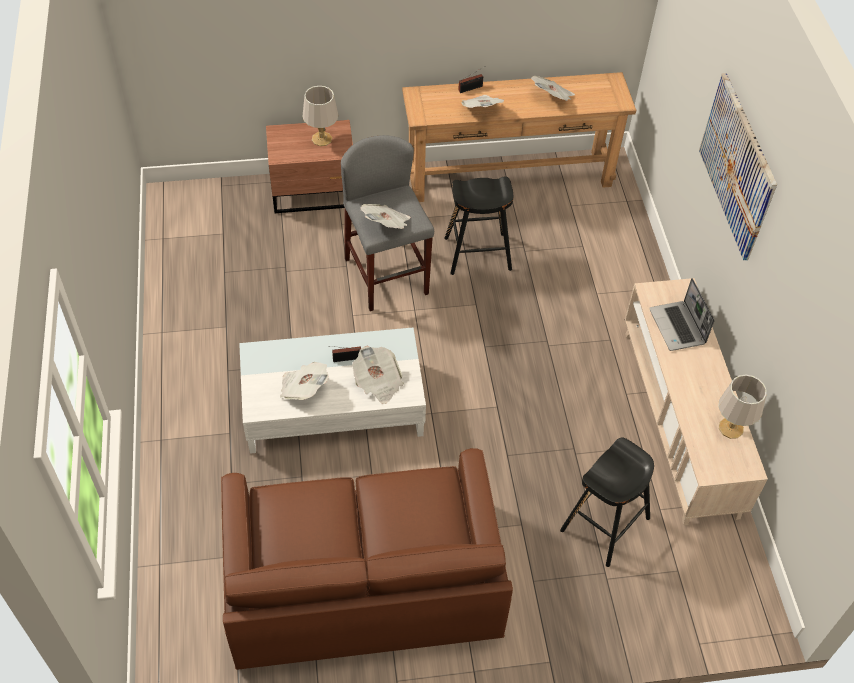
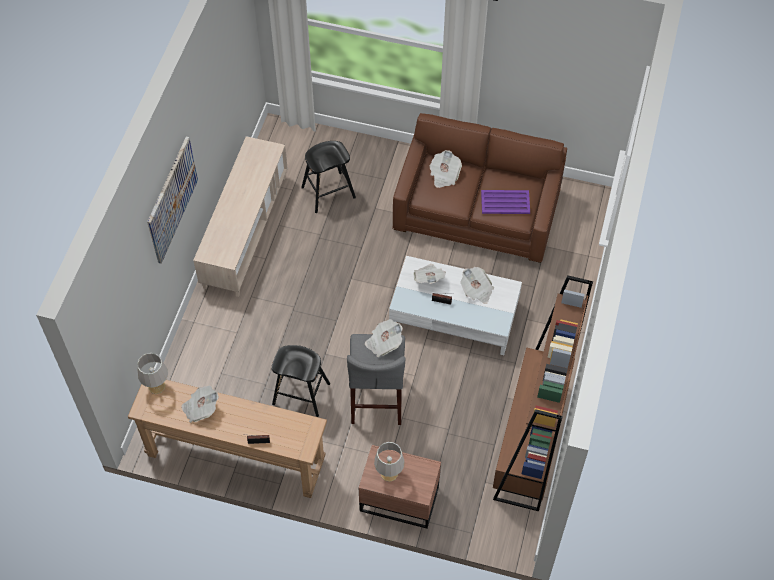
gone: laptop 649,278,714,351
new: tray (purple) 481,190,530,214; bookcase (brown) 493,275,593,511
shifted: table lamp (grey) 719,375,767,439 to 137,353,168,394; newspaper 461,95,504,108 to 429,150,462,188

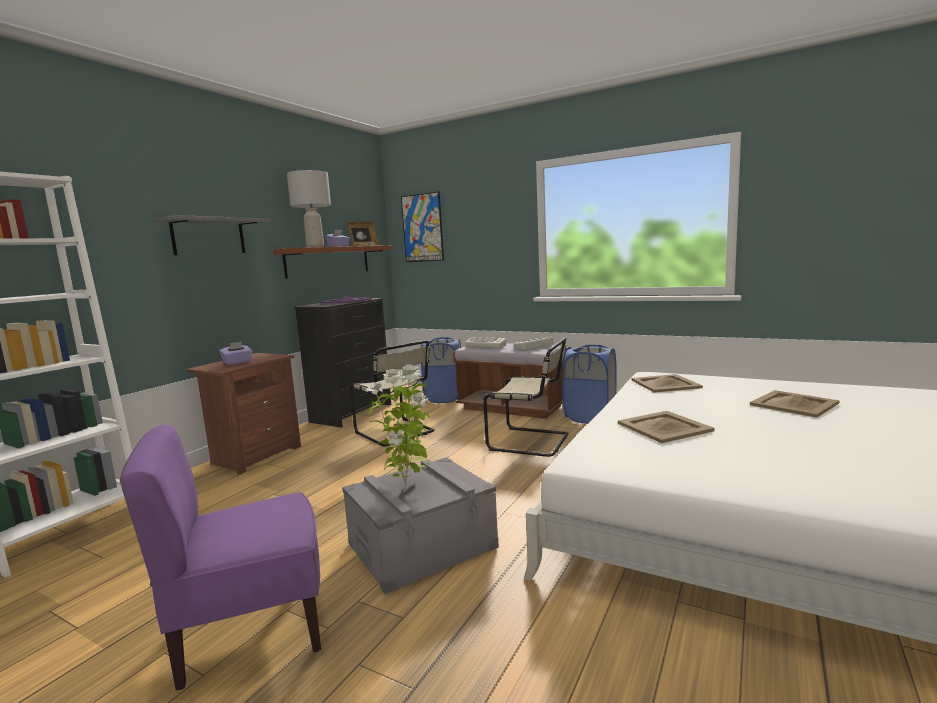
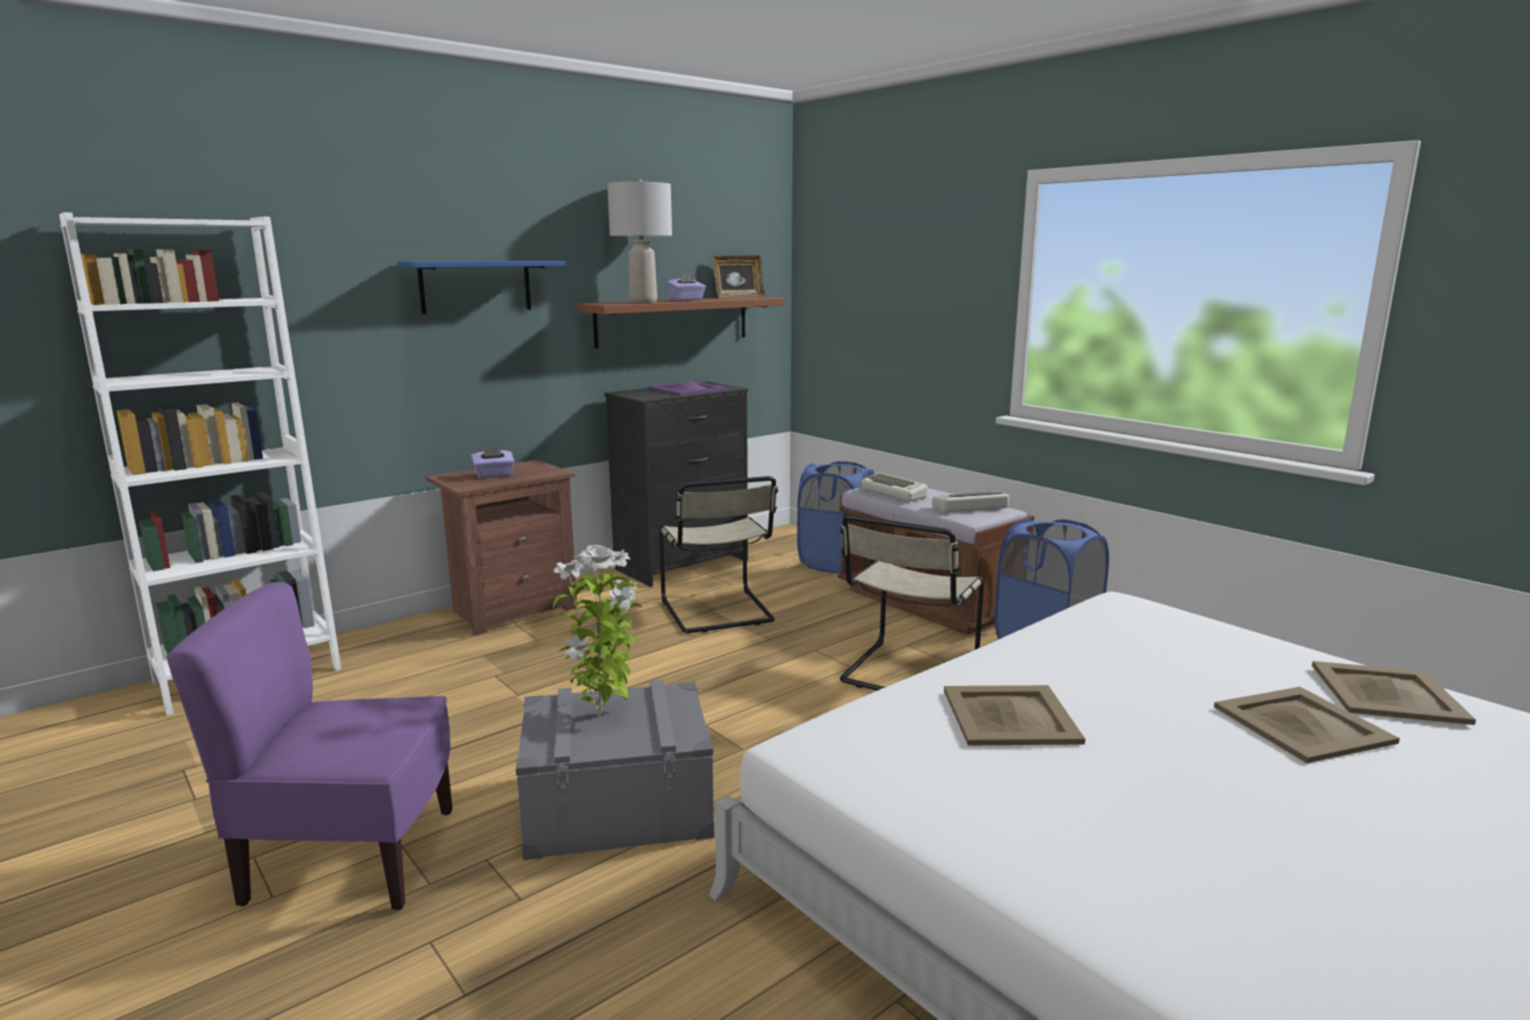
gone: picture 401,192,444,262
shifted: tray (beige) 631,374,703,393 to 1312,661,1476,725
repainted: shelf (grey) 155,215,271,255 to shelf (blue) 397,261,565,314
rotated: chair (beige) 483,338,569,457 = 840,515,984,691 75 degrees clockwise

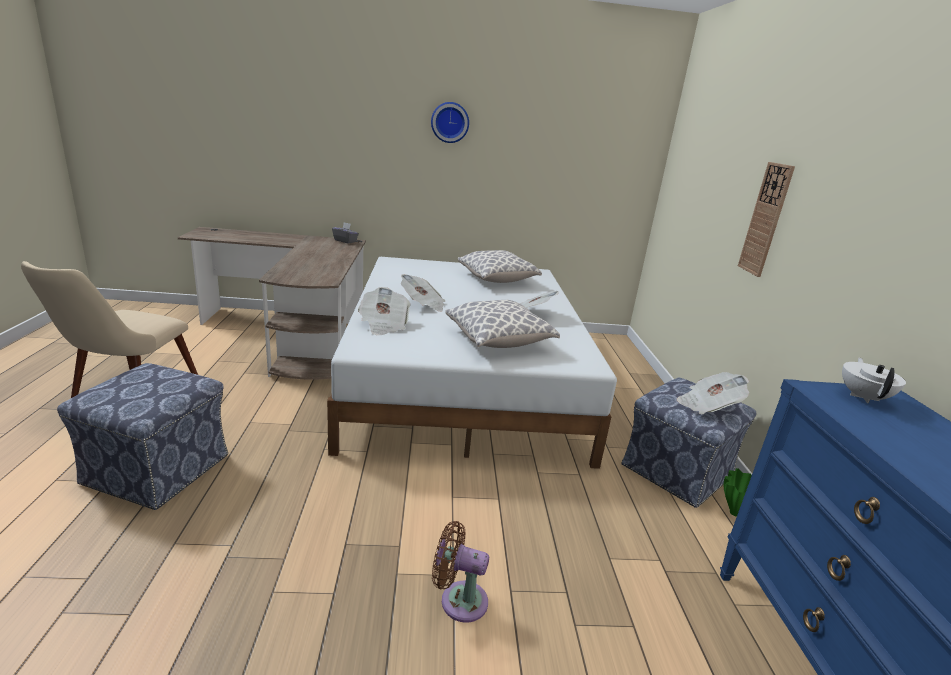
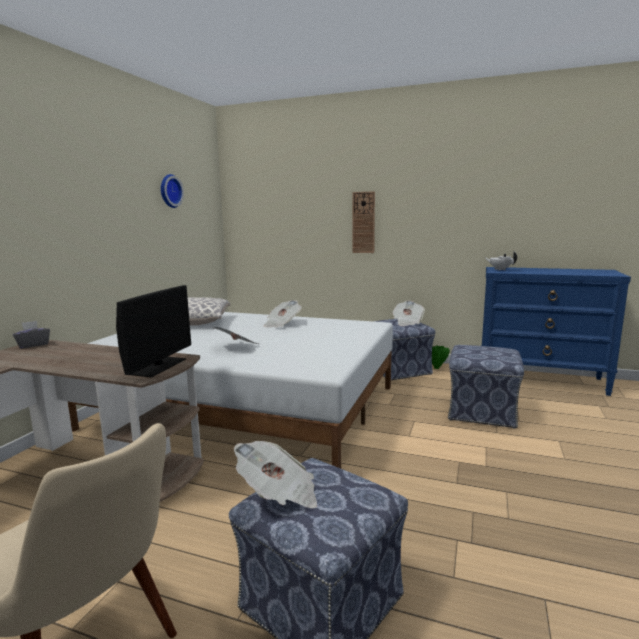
gone: fan (brown) 432,521,489,623; pillow 446,300,560,348
new: monitor 116,285,191,377; ottoman 448,345,524,429
shifted: wall clock 431,102,469,143 to 161,174,184,208; newspaper 358,287,411,335 to 234,441,317,508

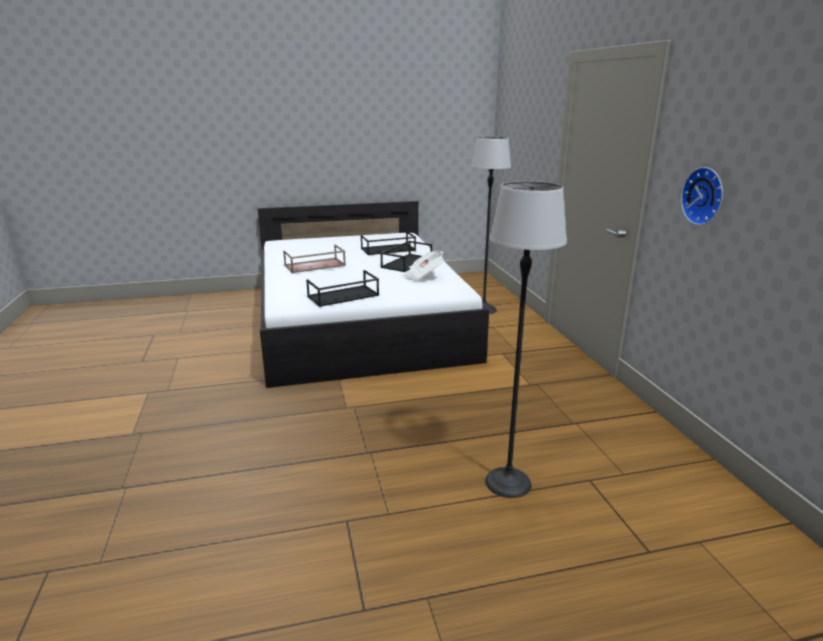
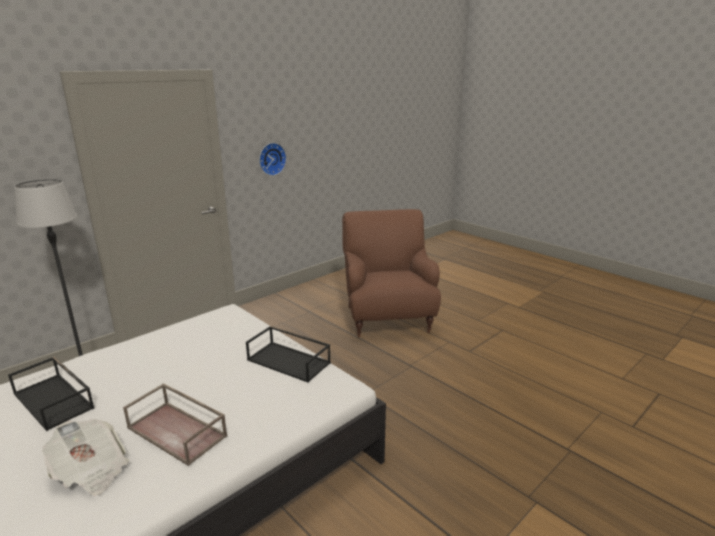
gone: tray (black) 380,241,432,272
shifted: newspaper 401,251,444,280 to 42,419,129,495
swapped: floor lamp 485,181,567,498 to armchair (brown) 342,209,441,338

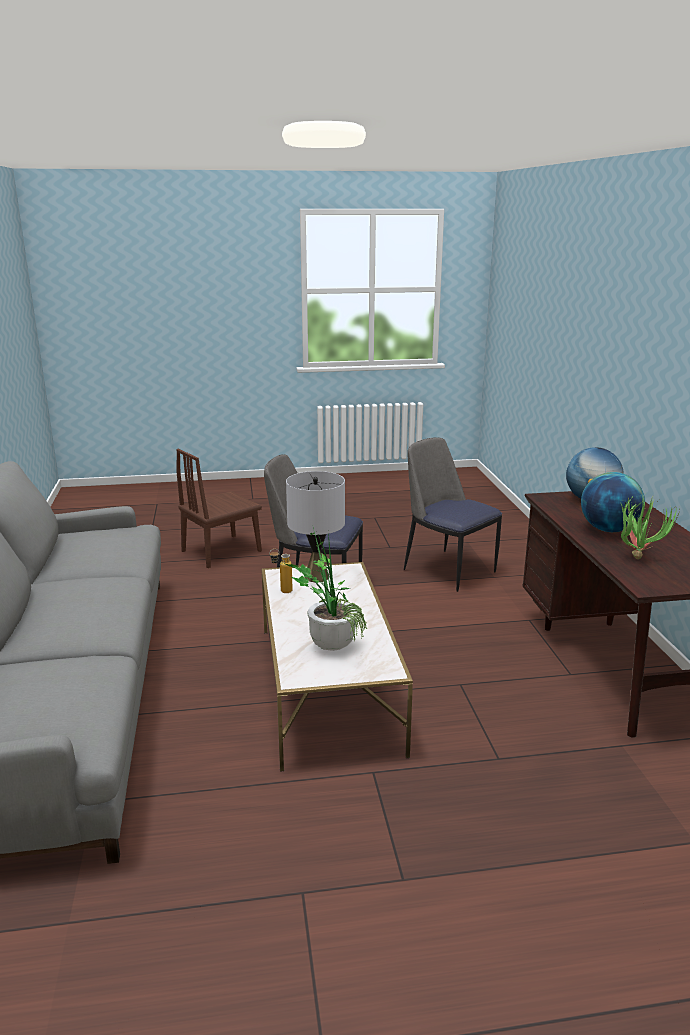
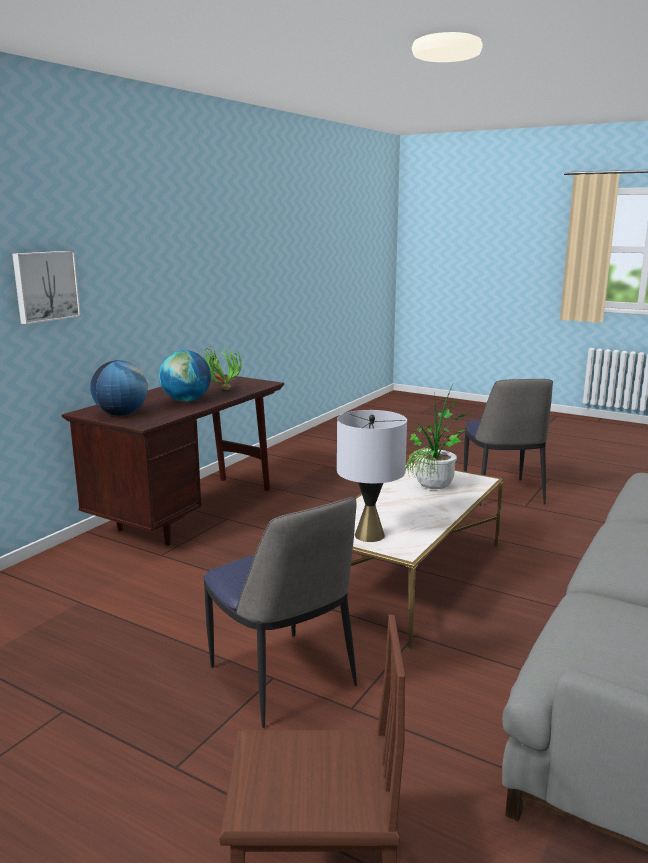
gone: bottle 269,549,293,593
new: picture 12,251,81,324
shifted: chair 404,437,502,592 to 464,379,553,506

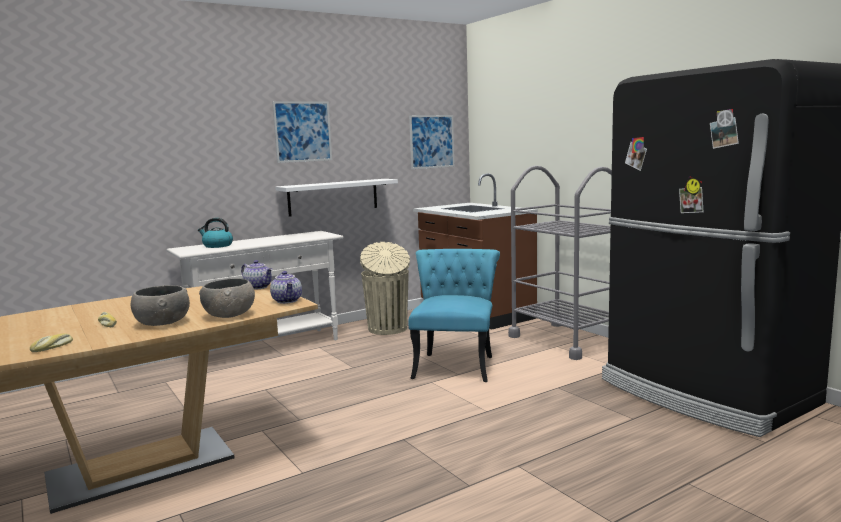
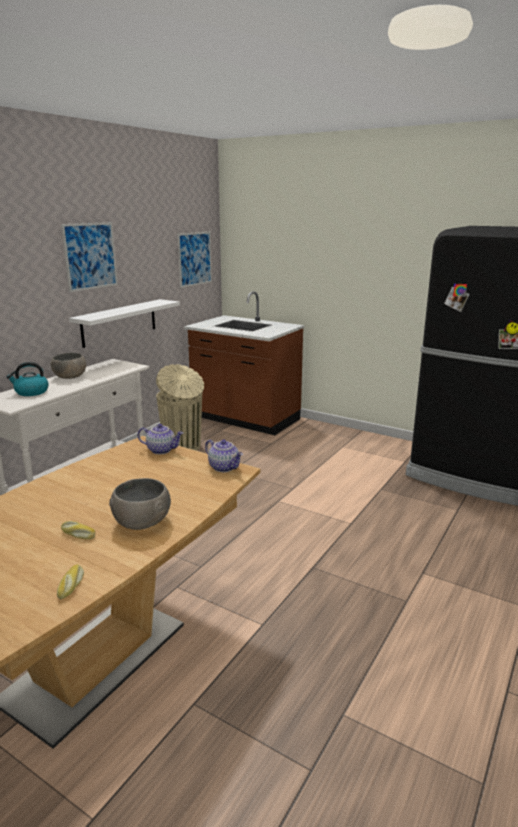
gone: chair (turquoise) 409,249,500,382; cart (grey) 508,166,612,360
shifted: bowl (grey) 199,278,255,318 to 50,353,86,379

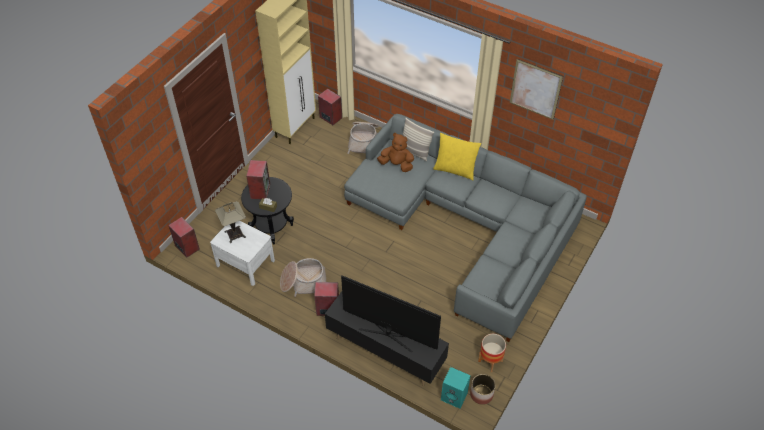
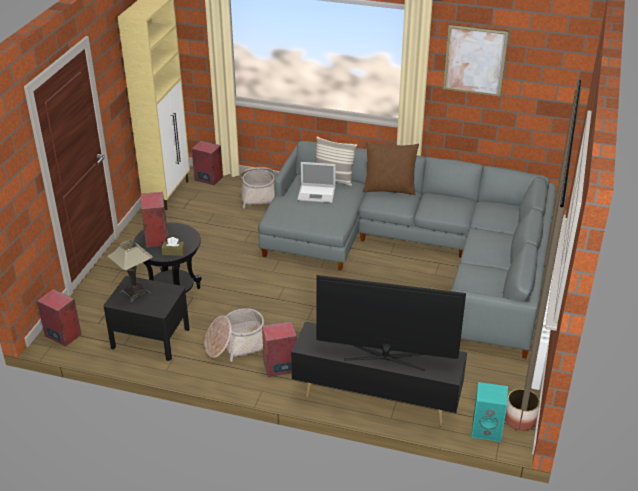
gone: planter 478,334,506,372
swapped: plush toy (brown) 377,133,414,172 to laptop 297,162,336,203
repainted: nightstand (white) 210,221,275,286 to nightstand (black) 104,276,190,361; pillow (yellow) 433,133,481,180 to pillow (brown) 363,142,419,195

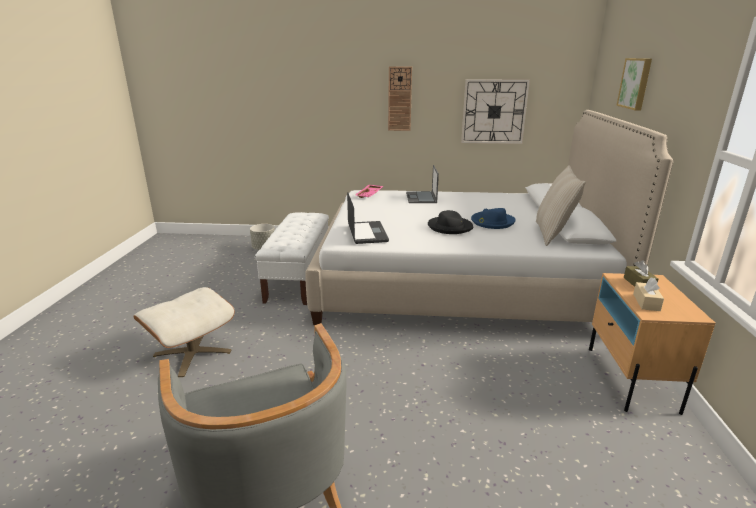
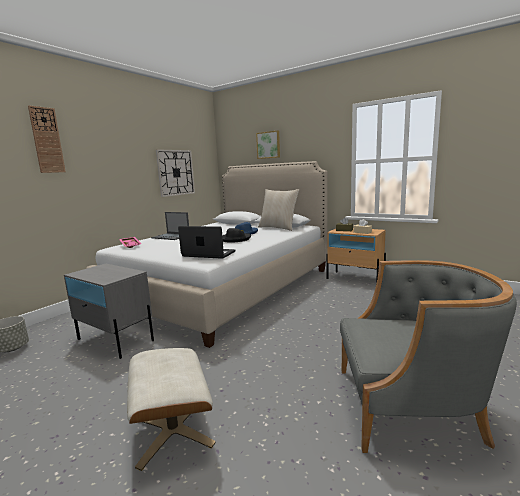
shifted: wall clock 388,66,412,131 to 28,105,66,173
swapped: bench (white) 255,212,329,305 to nightstand (grey) 64,264,154,359

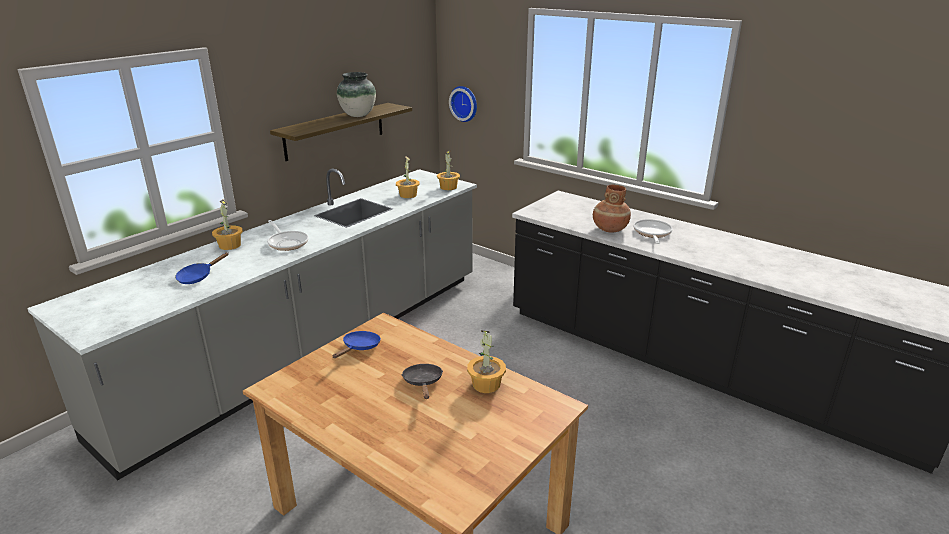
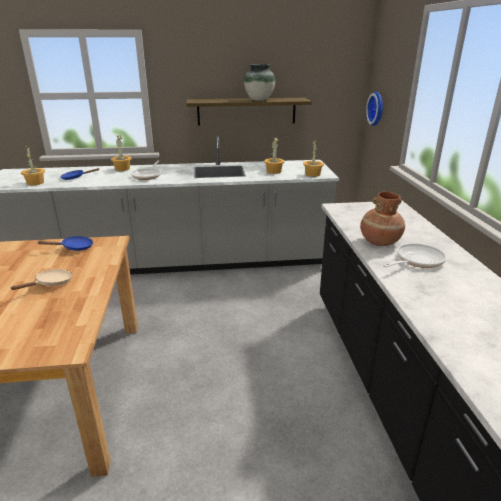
shifted: potted plant 467,330,506,393 to 21,147,45,185
repainted: frying pan (black) 402,364,443,399 to frying pan (beige) 10,269,72,290

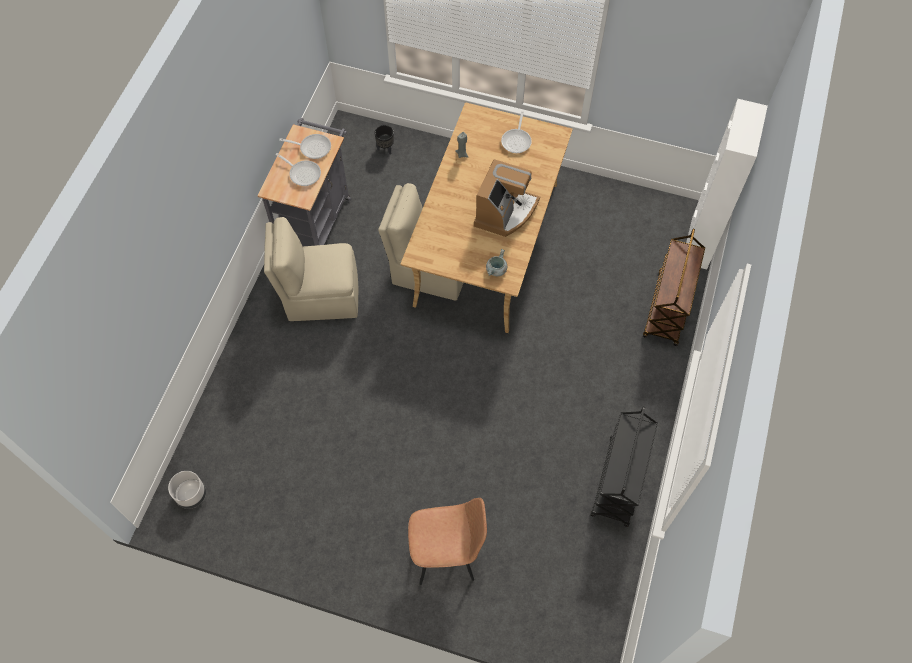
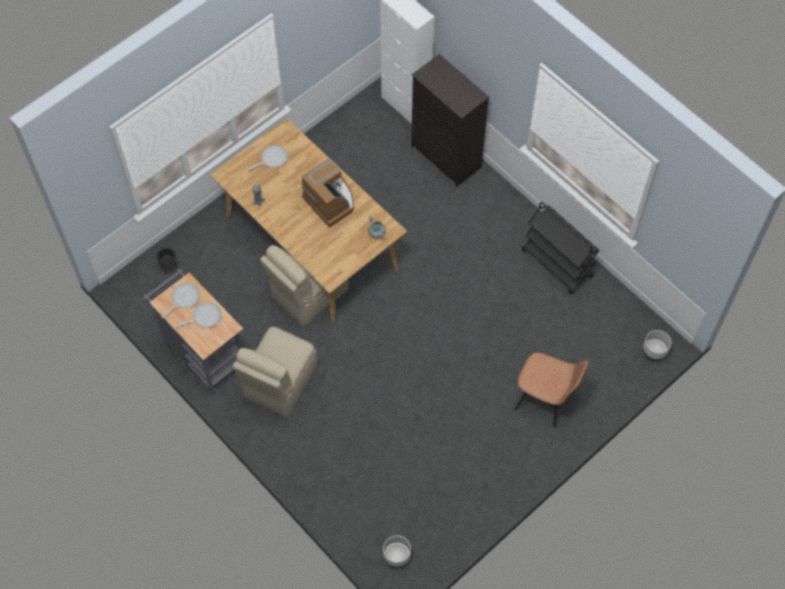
new: planter (grey) 642,330,671,362
swapped: cart (brown) 643,229,705,346 to dresser (black) 411,54,489,187
rotated: frying pan 501,111,532,153 = 247,145,288,170 75 degrees counterclockwise; chair (brown) 408,498,487,585 = 515,353,588,428 90 degrees clockwise

